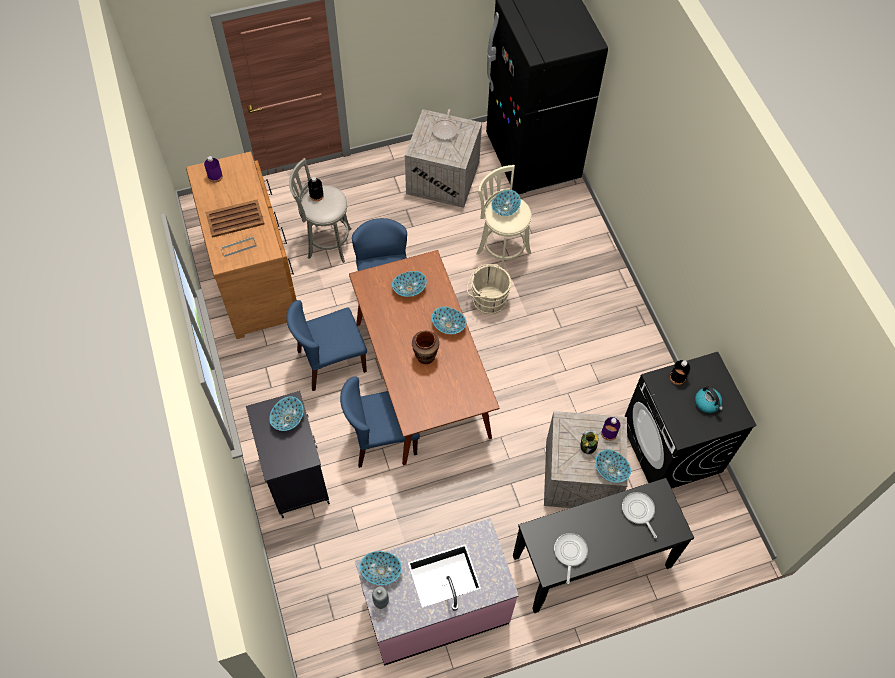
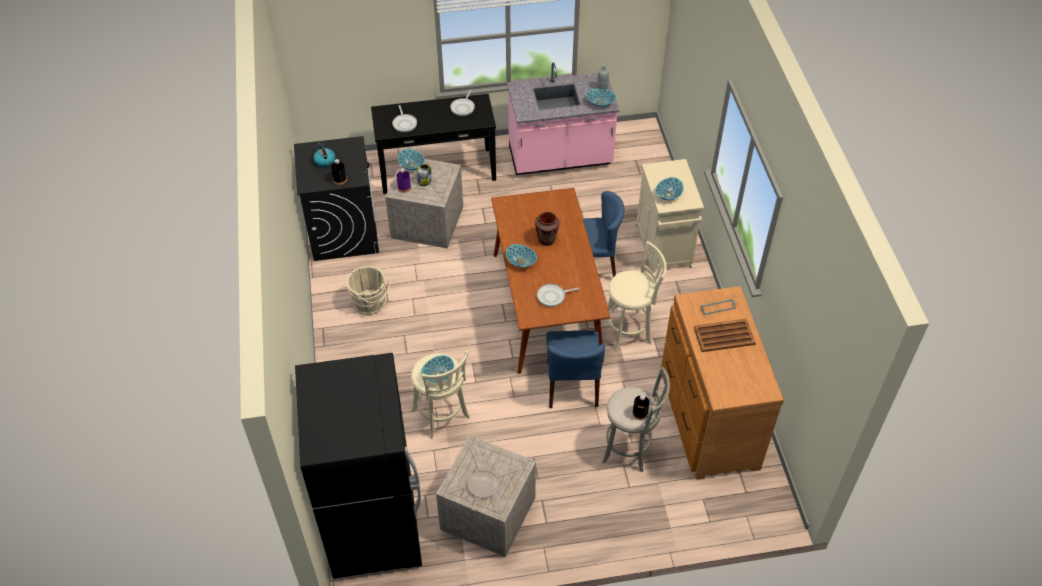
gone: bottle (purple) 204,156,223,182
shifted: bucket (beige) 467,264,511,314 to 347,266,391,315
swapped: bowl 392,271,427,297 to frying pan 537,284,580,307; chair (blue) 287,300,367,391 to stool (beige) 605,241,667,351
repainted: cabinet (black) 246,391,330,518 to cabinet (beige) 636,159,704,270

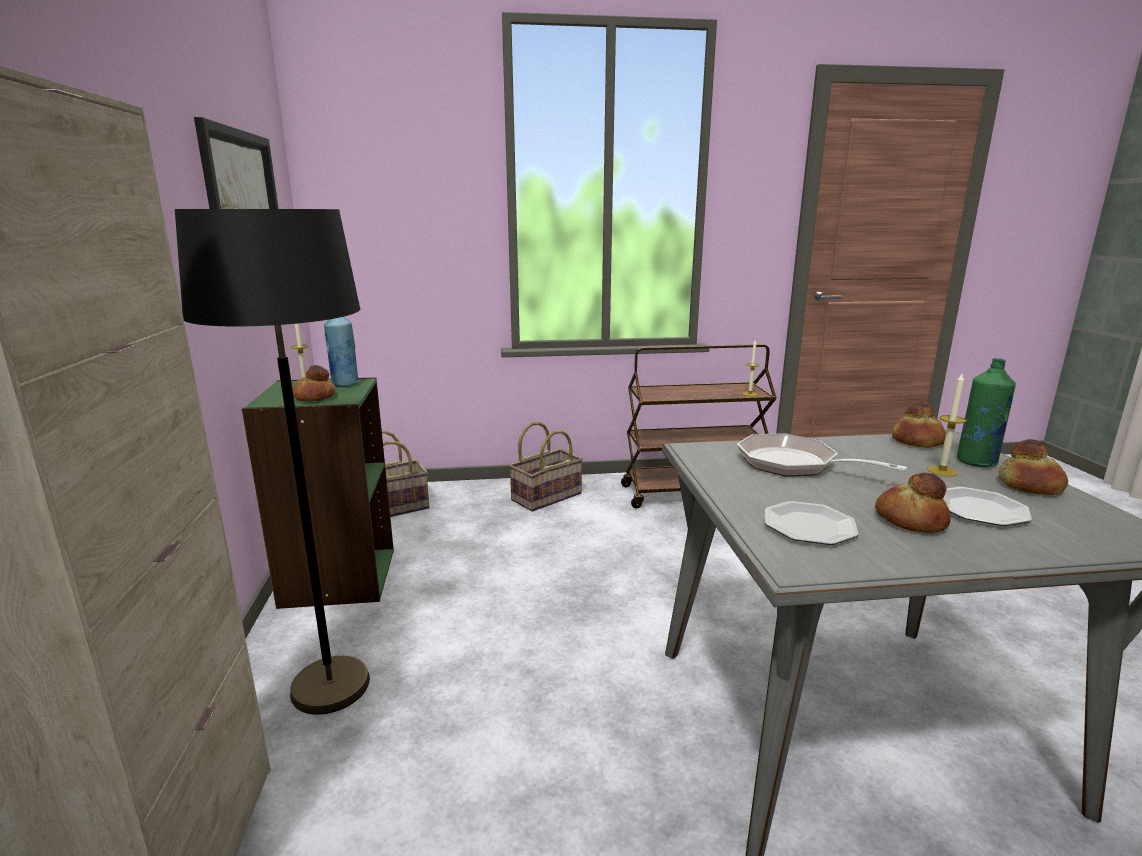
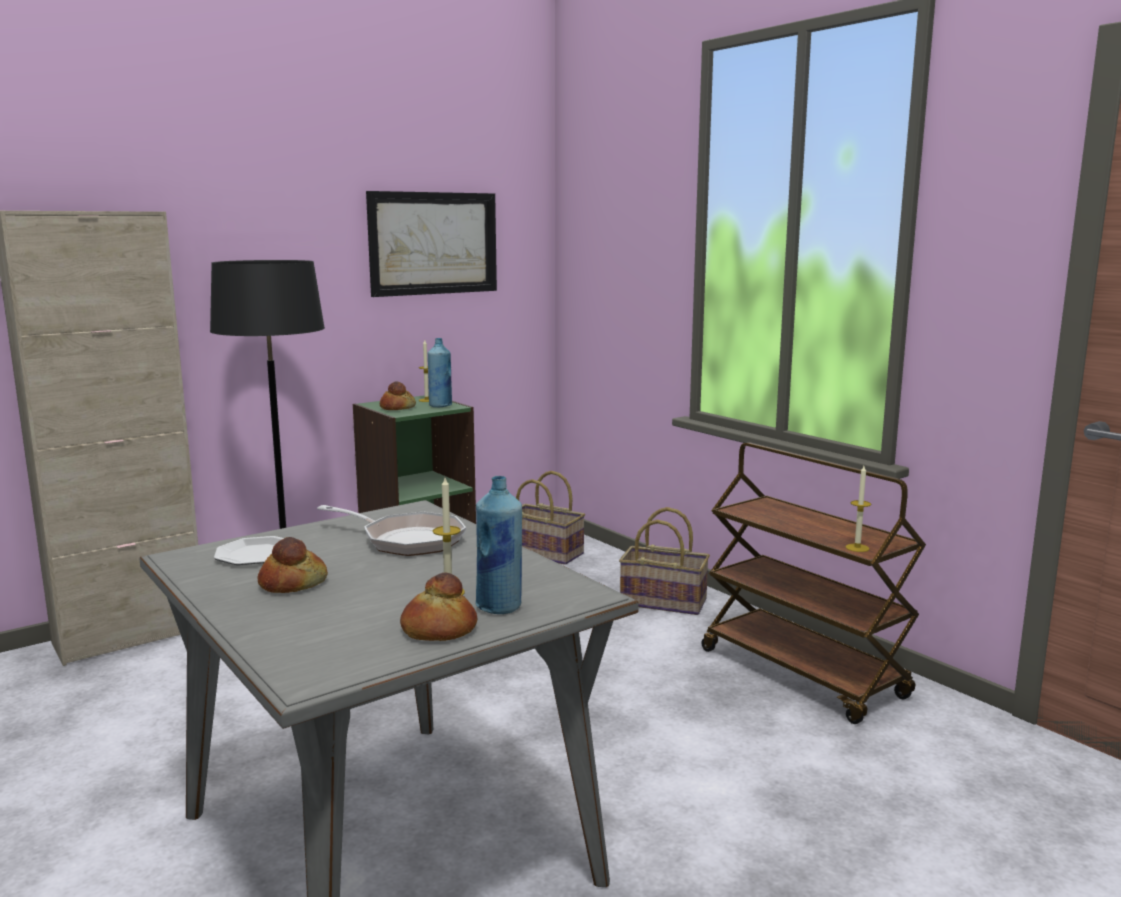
gone: bread 892,402,946,448; plate 943,487,1032,526
repainted: bottle (green) 957,358,1016,467 to bottle (blue) 475,476,522,614
rotated: frying pan 737,433,908,477 = 317,505,466,556 105 degrees clockwise

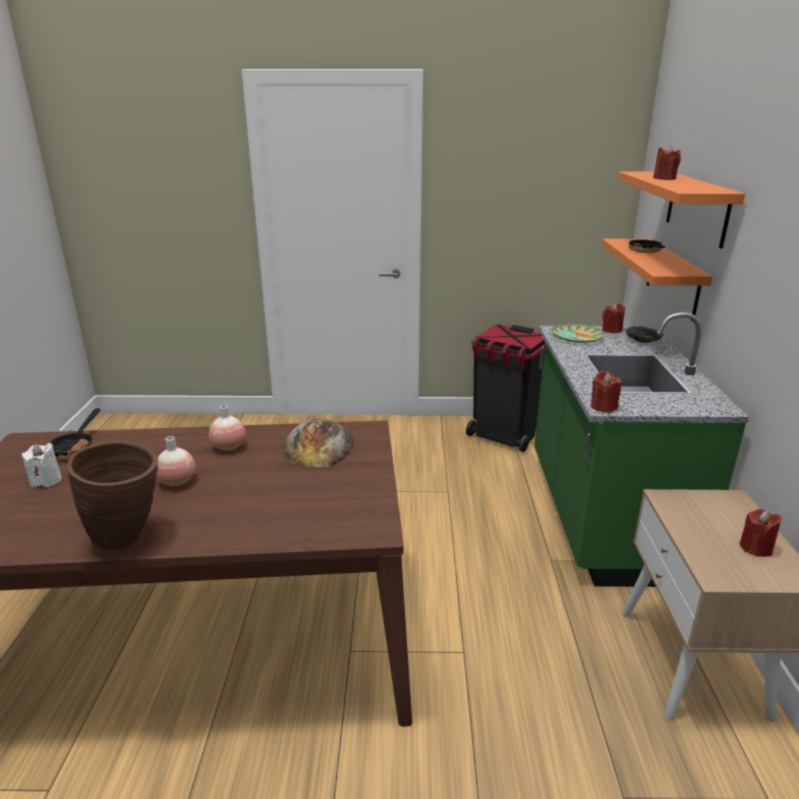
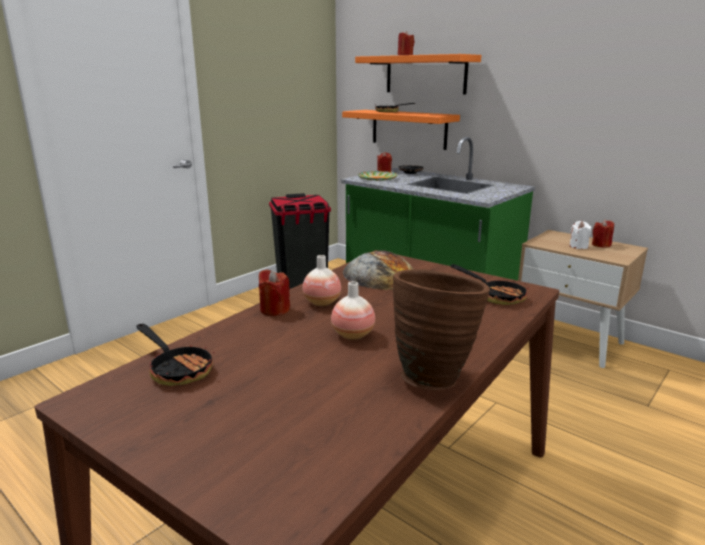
new: frying pan 450,264,529,305
shifted: candle (red) 591,371,621,412 to 259,269,290,316; candle (white) 22,443,62,489 to 569,221,591,249

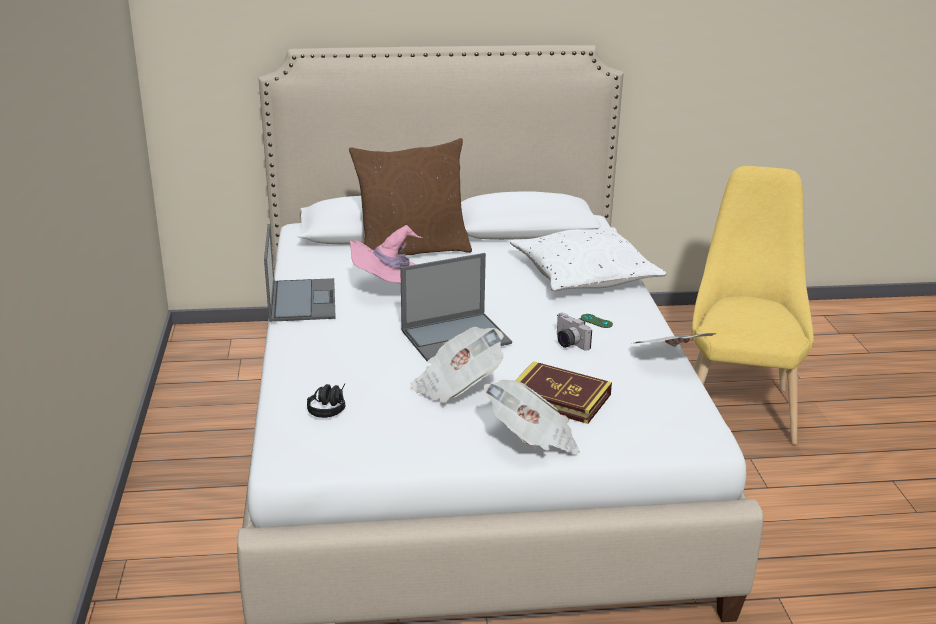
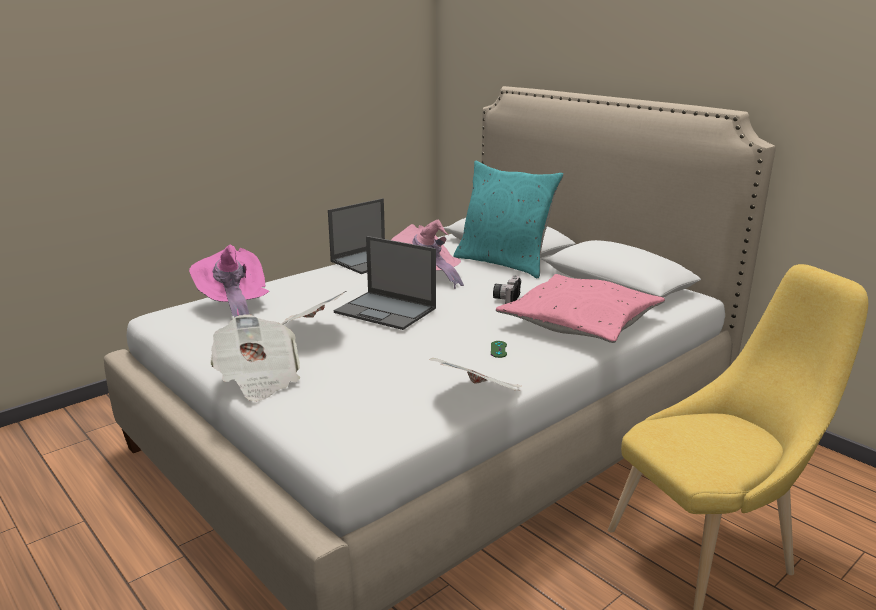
gone: book 515,361,612,424
shifted: photo camera 557,313,592,350 to 493,275,521,304
swapped: headphones (black) 307,384,345,418 to hat (pink) 189,245,269,317
repainted: pillow (brown) 349,138,472,255 to pillow (turquoise) 453,160,564,278; pillow (white) 510,227,666,291 to pillow (pink) 496,274,665,343

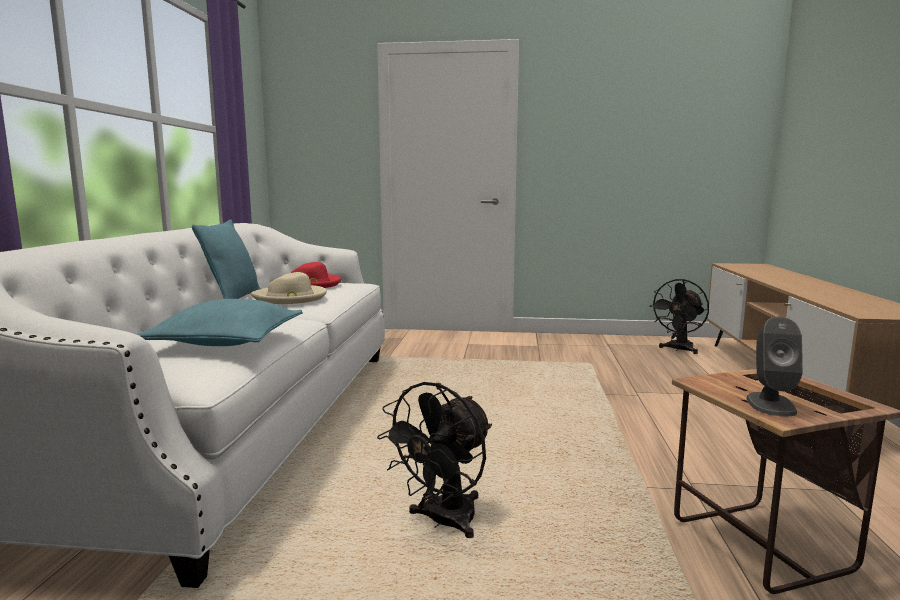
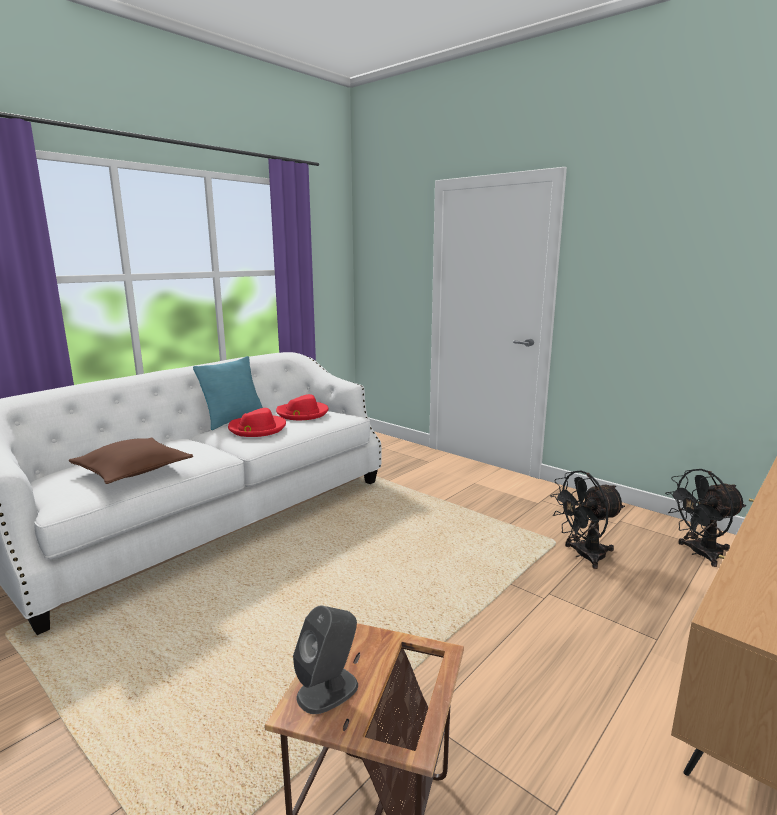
shifted: fan (black) 377,382,492,538 to 550,470,625,569
repainted: pillow (turquoise) 136,299,303,346 to pillow (brown) 69,437,193,484; hat (beige) 251,272,327,304 to hat (red) 228,408,286,437

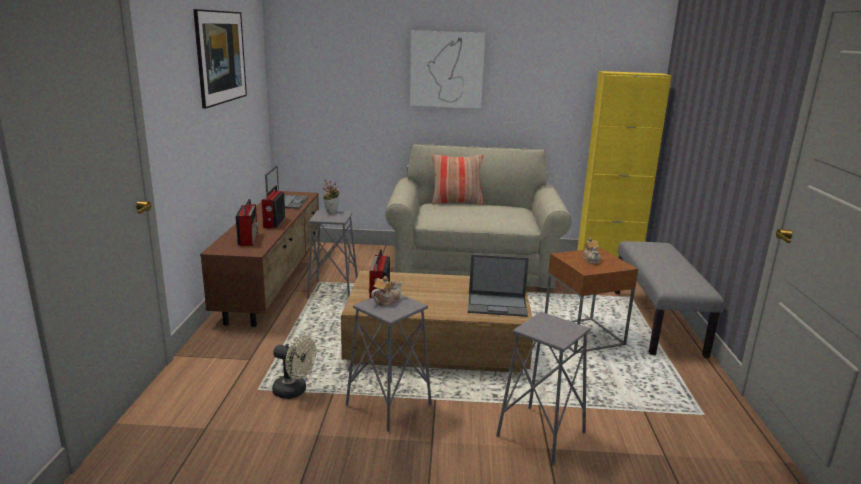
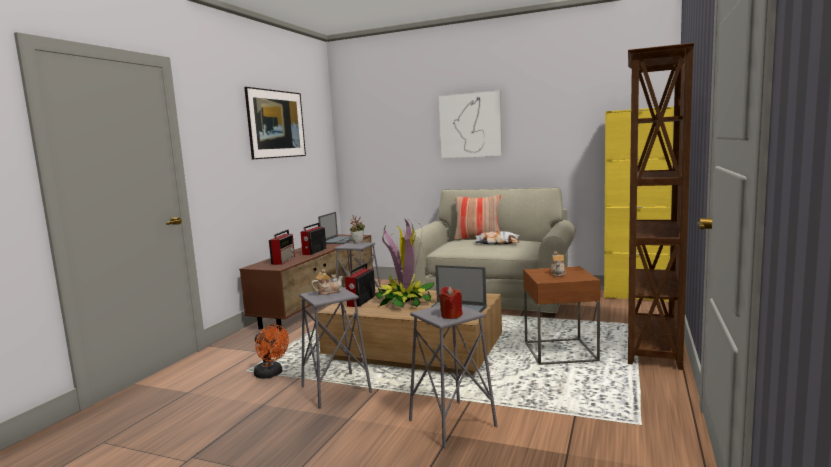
new: potted plant 374,218,434,308; candle (red) 439,287,463,319; pillow 475,231,520,245
swapped: bench (grey) 615,241,724,358 to bookcase (brown) 628,43,694,370
repainted: fan (beige) 272,336,316,399 to fan (orange) 254,325,289,379

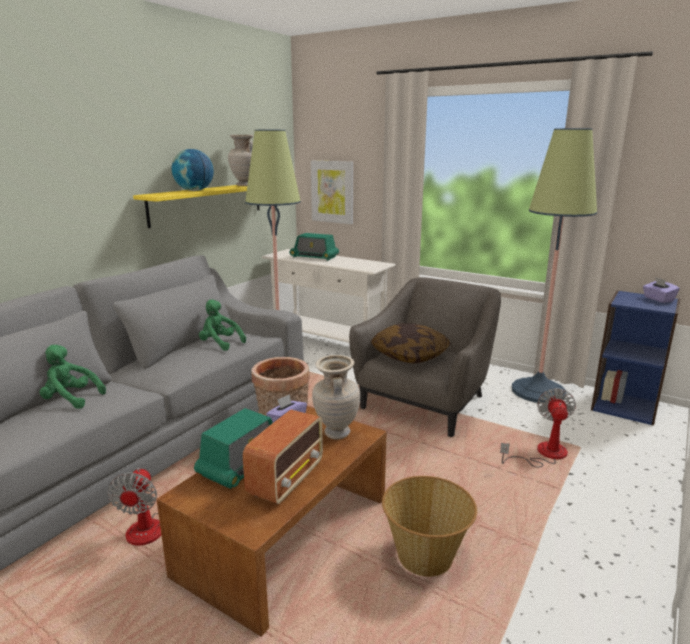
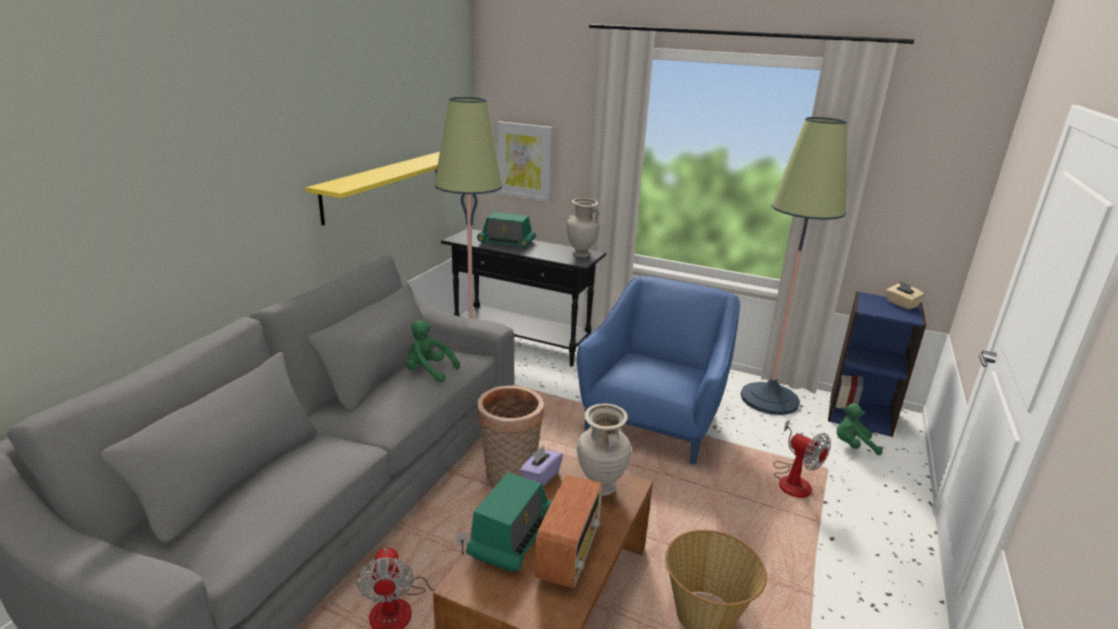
gone: globe 172,149,214,191; pillow 371,323,451,363
shifted: vase (beige) 228,135,253,186 to 566,198,600,257; plush toy (green) 40,345,106,409 to 836,403,883,455
repainted: console table (white) 262,249,396,343 to console table (black) 441,229,606,367; armchair (grey) 349,277,501,437 to armchair (blue) 577,276,740,464; tissue box (purple) 643,277,680,303 to tissue box (beige) 886,281,925,309
rotated: fan 500,388,576,468 = 774,420,831,498 135 degrees clockwise

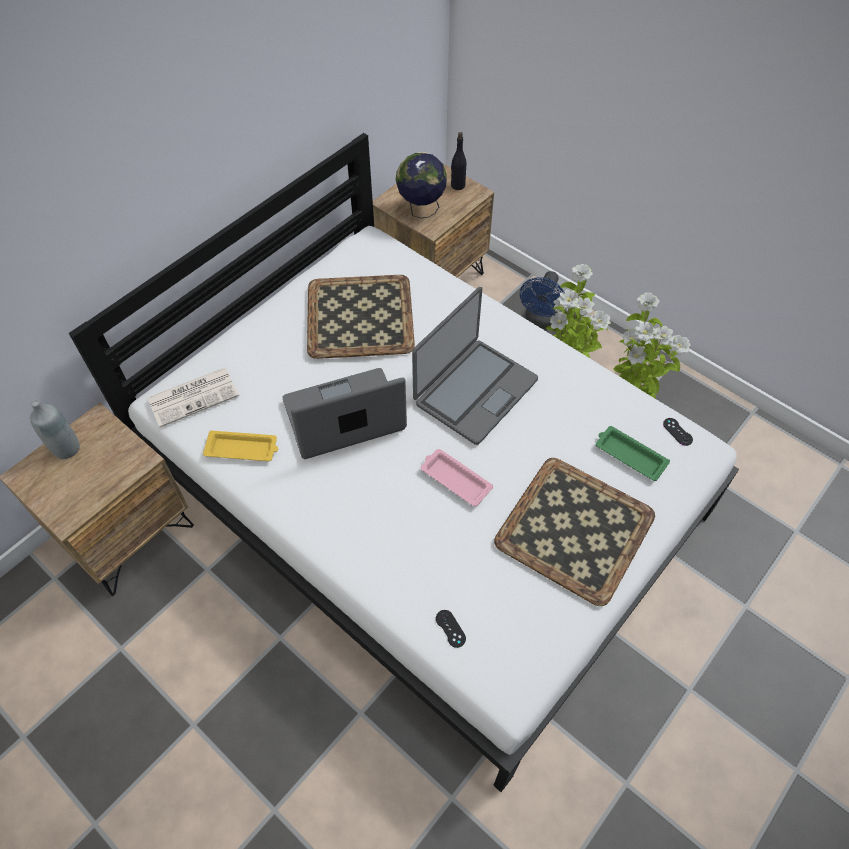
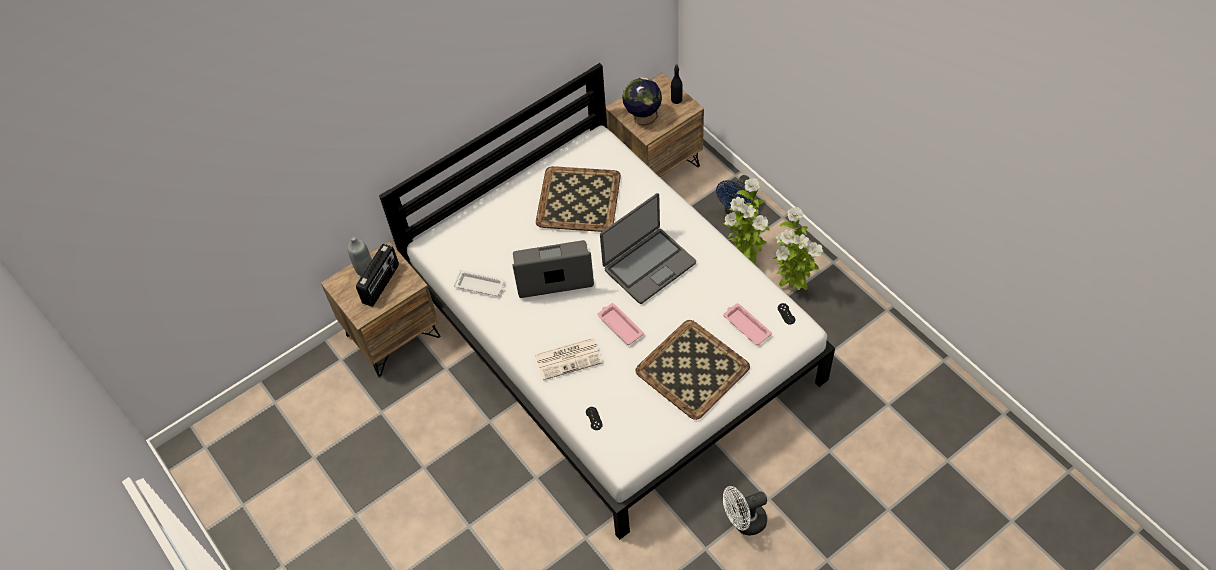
new: radio 356,244,399,307; fan (white) 723,486,767,535
shifted: newspaper 147,368,239,427 to 535,338,603,380
repainted: tray (yellow) 203,430,278,461 to tray (white) 454,270,504,296; tray (green) 596,426,670,481 to tray (pink) 723,303,772,345

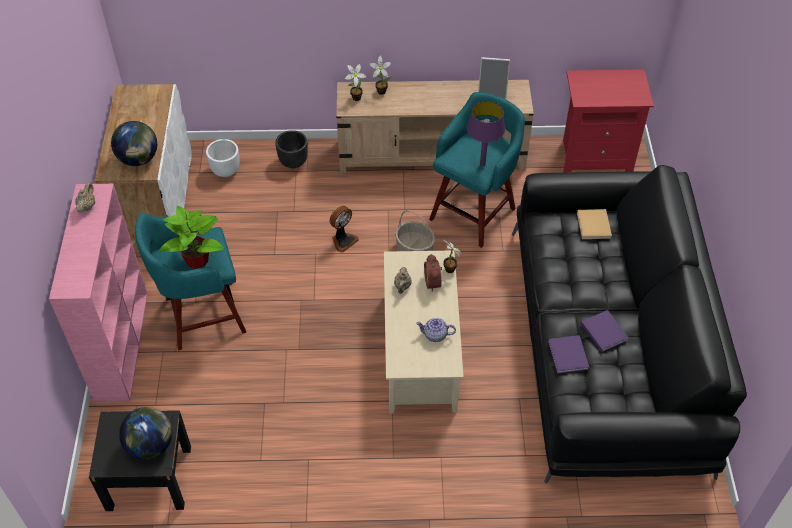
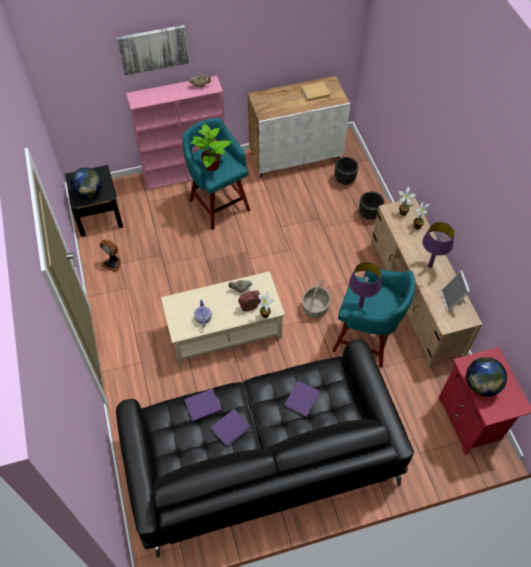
new: picture 117,25,189,75; book (purple) 284,381,320,417; table lamp (purple) 422,222,454,268
shifted: fan 330,206,359,253 to 100,240,121,272; book (beige) 577,209,612,239 to 301,81,330,101; globe 111,121,157,166 to 466,357,507,397
repainted: planter (white) 206,139,240,177 to planter (black) 335,157,358,185

